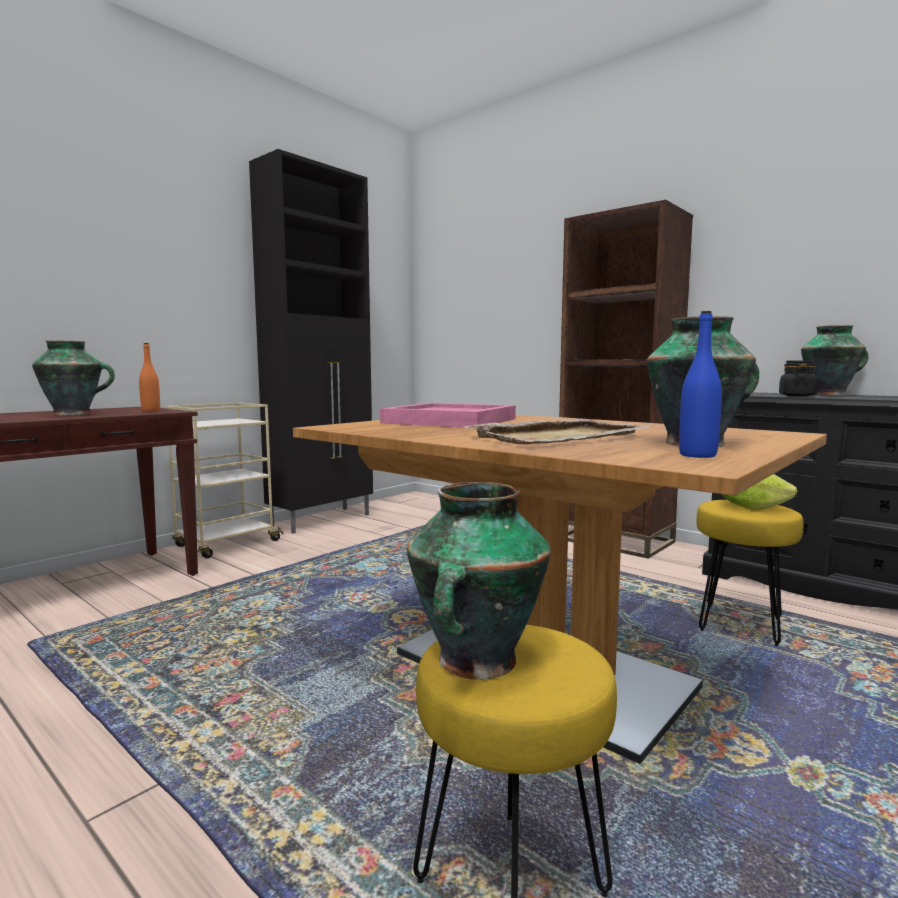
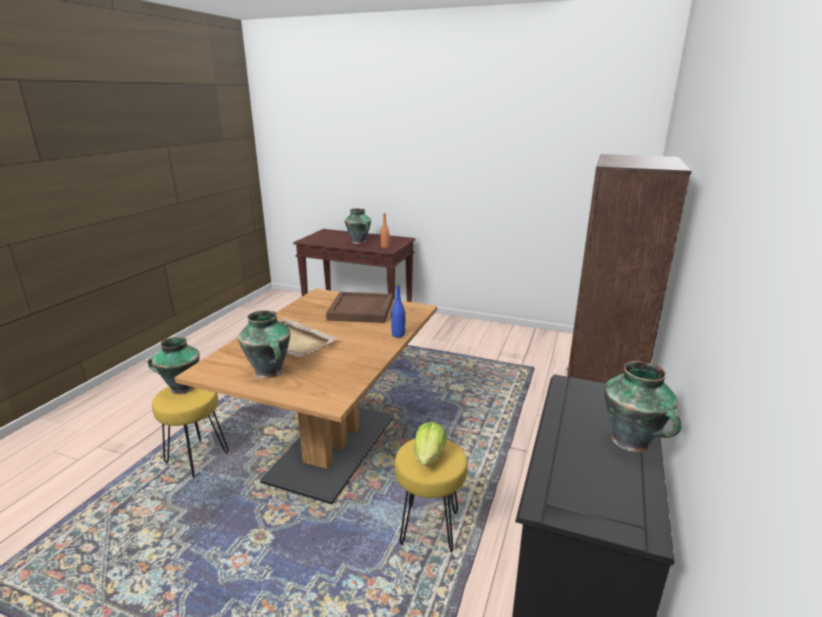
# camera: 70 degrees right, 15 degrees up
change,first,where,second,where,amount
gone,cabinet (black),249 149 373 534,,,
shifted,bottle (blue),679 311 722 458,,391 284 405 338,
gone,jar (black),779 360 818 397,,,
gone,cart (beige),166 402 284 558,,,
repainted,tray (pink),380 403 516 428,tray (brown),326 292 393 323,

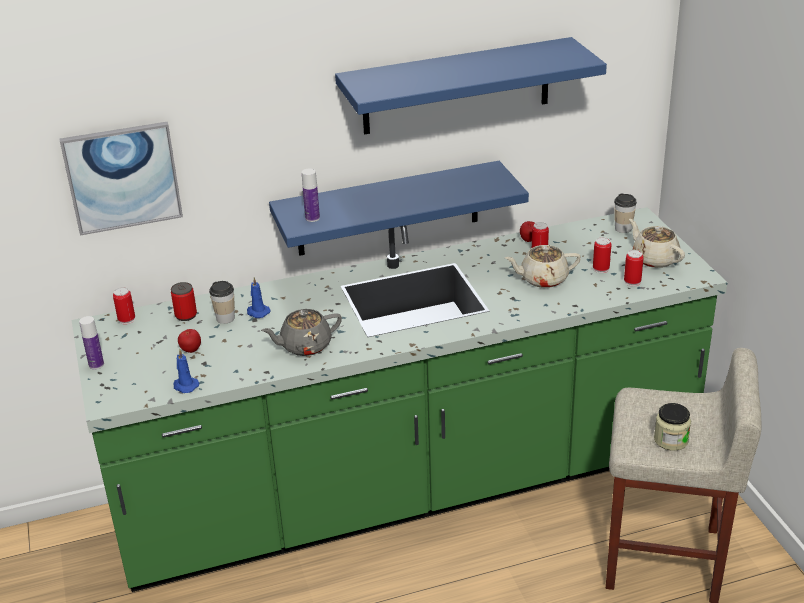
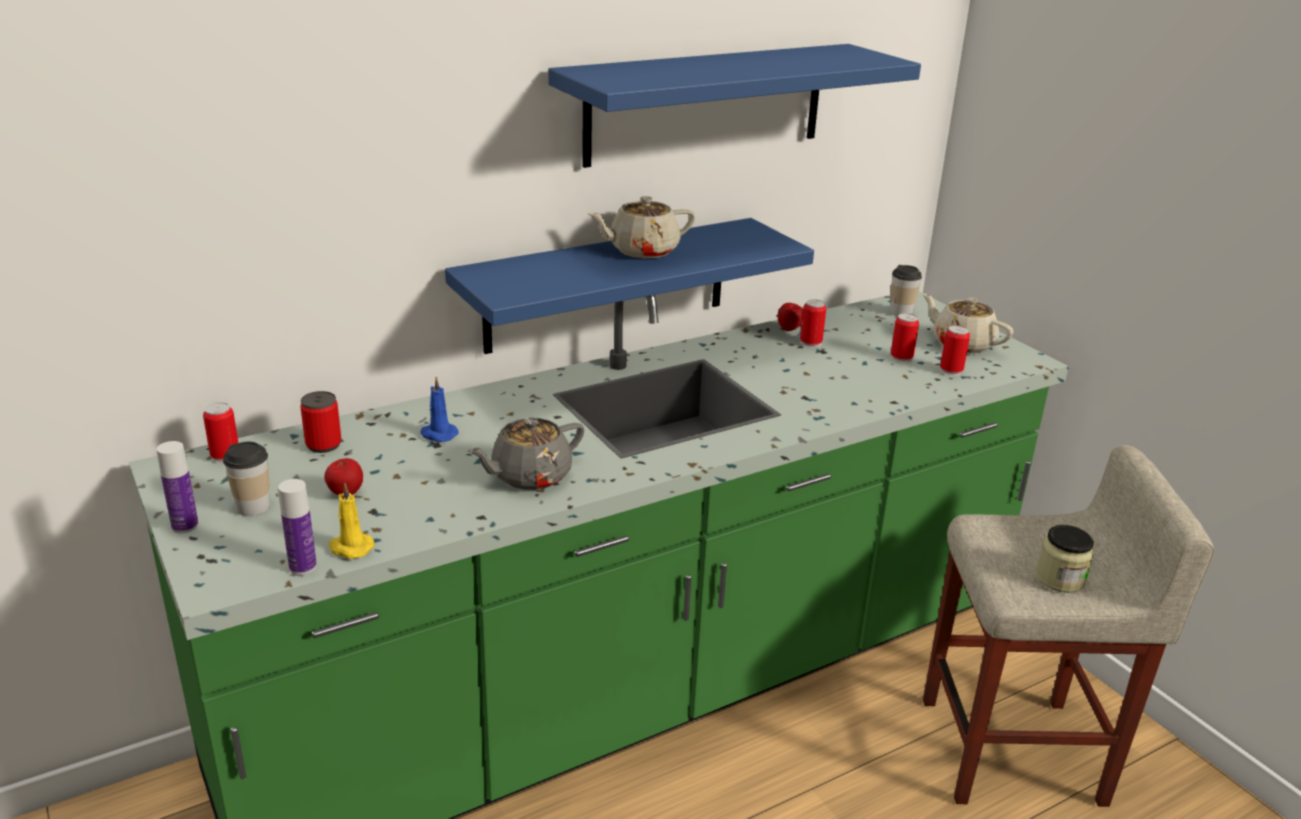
# camera: 15 degrees left, 5 degrees down
change,first,where,second,where,amount
gone,picture,59 122 183 236,,,
shifted,bottle,302 169 320 222,,278 479 317 575,
shifted,teapot (beige),505 245 581 288,,588 196 695 258,
shifted,cup,209 281 235 324,,223 442 270 516,
repainted,candle (blue),173 349 199 393,candle (yellow),329 483 374 559,

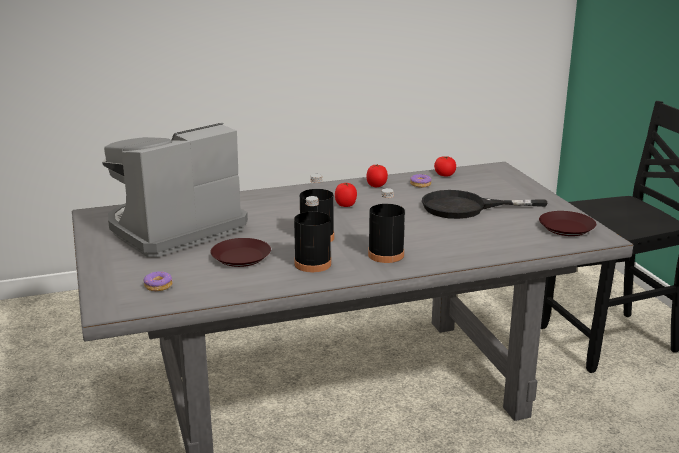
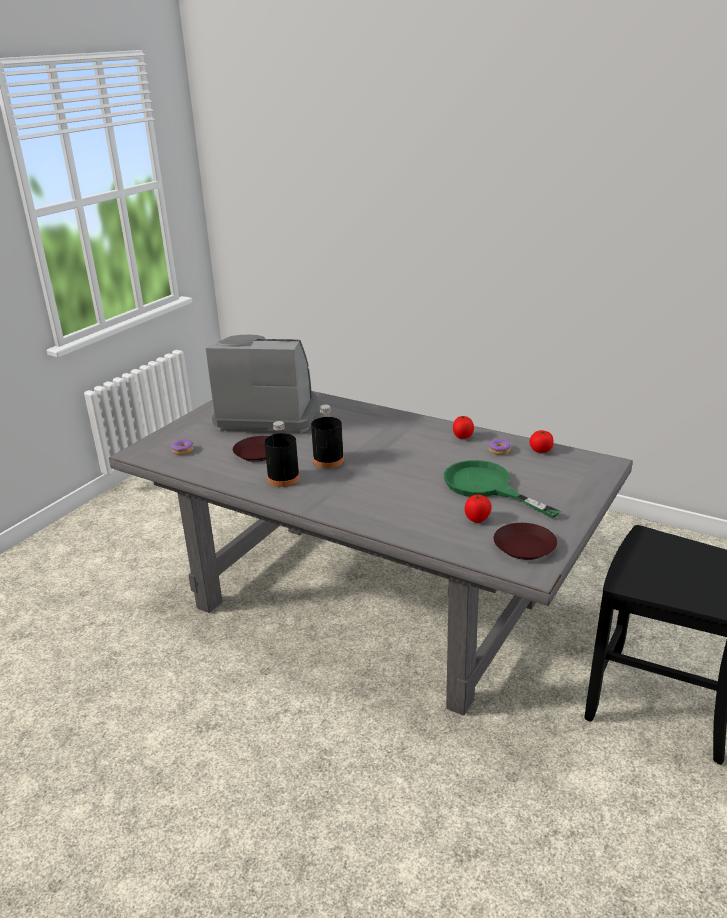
# camera: 50 degrees right, 5 degrees up
change,first,where,second,where,amount
shifted,tomato,335 183 357 207,,465 495 492 523,
gone,bottle (black),368 188 405 263,,,
repainted,frying pan (black),422 190 547 219,frying pan (green),444 460 560 518,

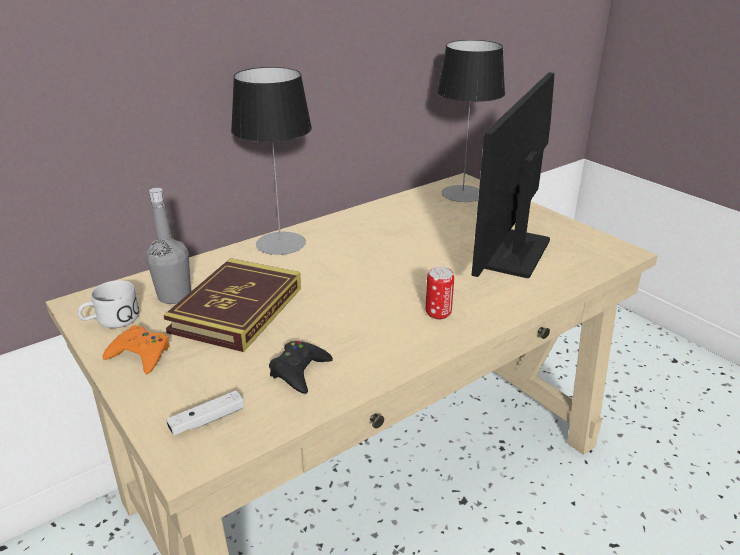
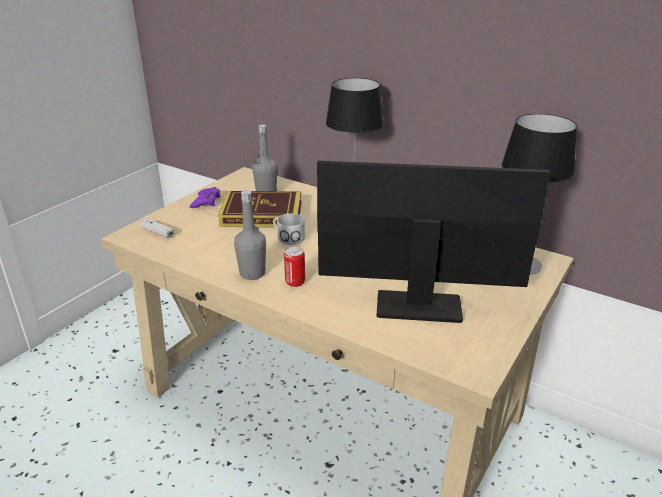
# camera: 70 degrees right, 0 degrees up
change,first,where,second,where,amount
shifted,mug (white),77 280 140 328,,273 213 305 245,
repainted,game controller (orange),103 325 170 374,game controller (purple),190 187 221 208,
gone,game controller (black),269 341 333 394,,,
new,,,bottle (grey),234 190 266 280,

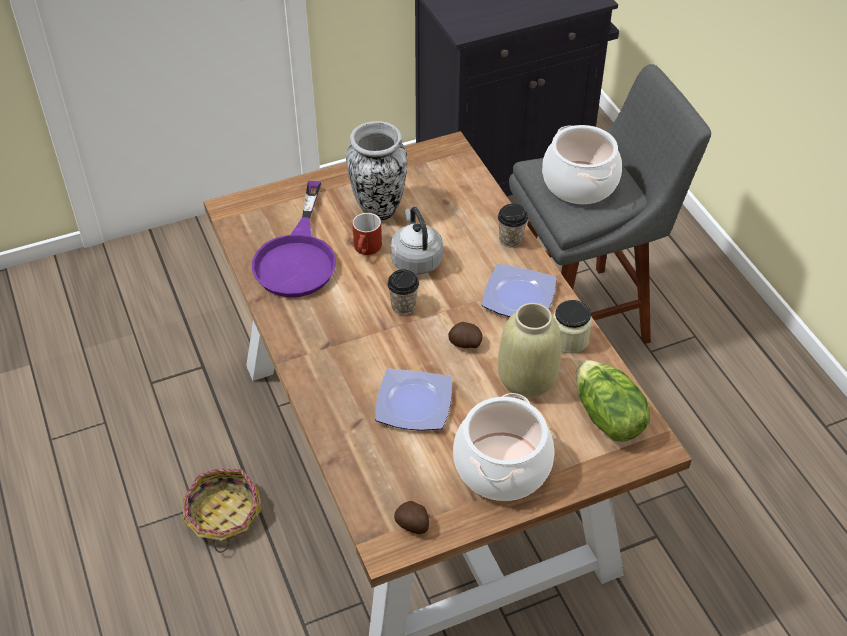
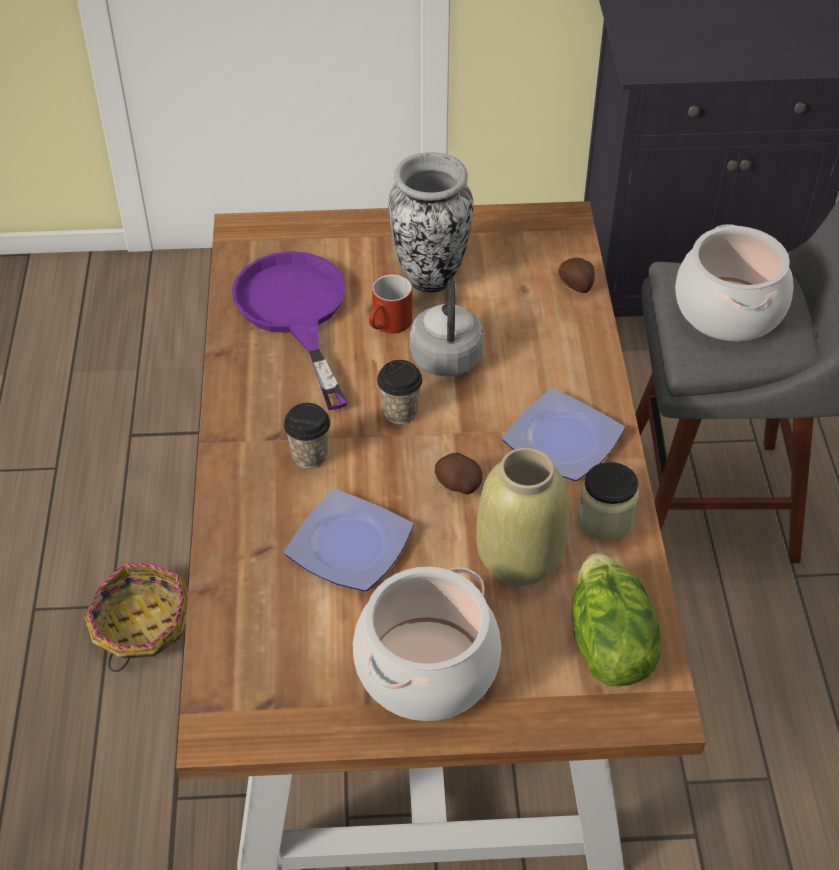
# camera: 20 degrees right, 0 degrees up
change,first,where,second,where,amount
rotated,frying pan (purple),252 181 336 297,,232 251 348 410,135 degrees clockwise
shifted,cup,498 204 528 248,,284 403 330 469,
shifted,potato,394 501 429 534,,558 258 595 293,

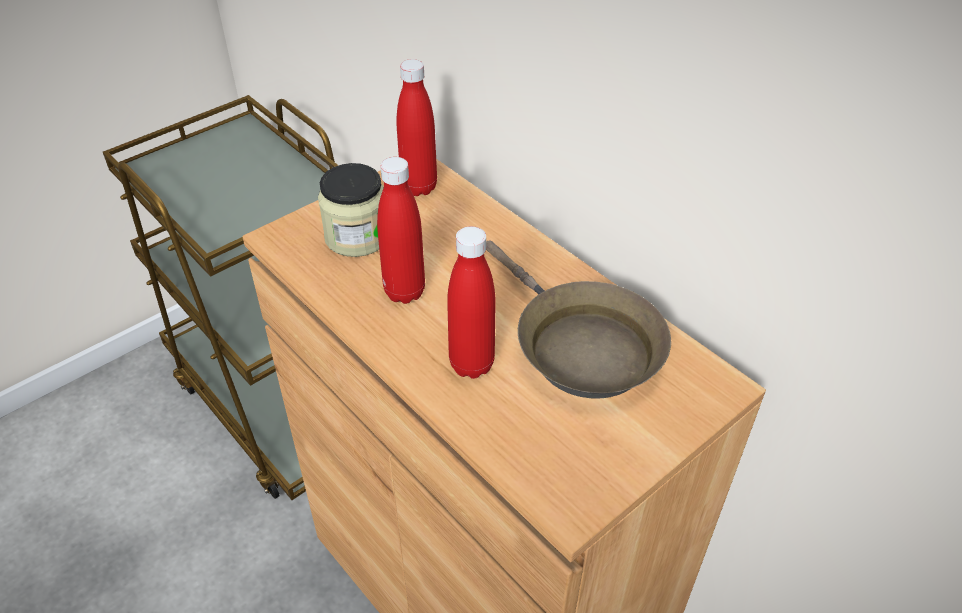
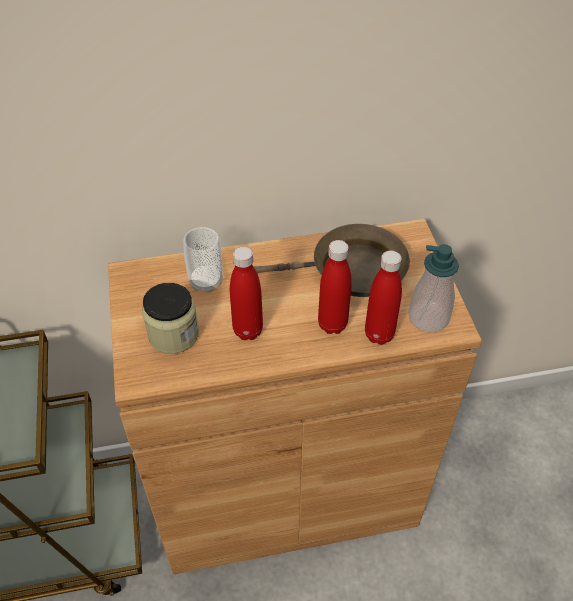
# camera: 60 degrees left, 5 degrees up
change,first,where,second,where,amount
shifted,bottle (red),396 59 437 196,,365 250 402 345,
new,,,cup,183 227 223 293,
new,,,soap dispenser,408 244 459 332,

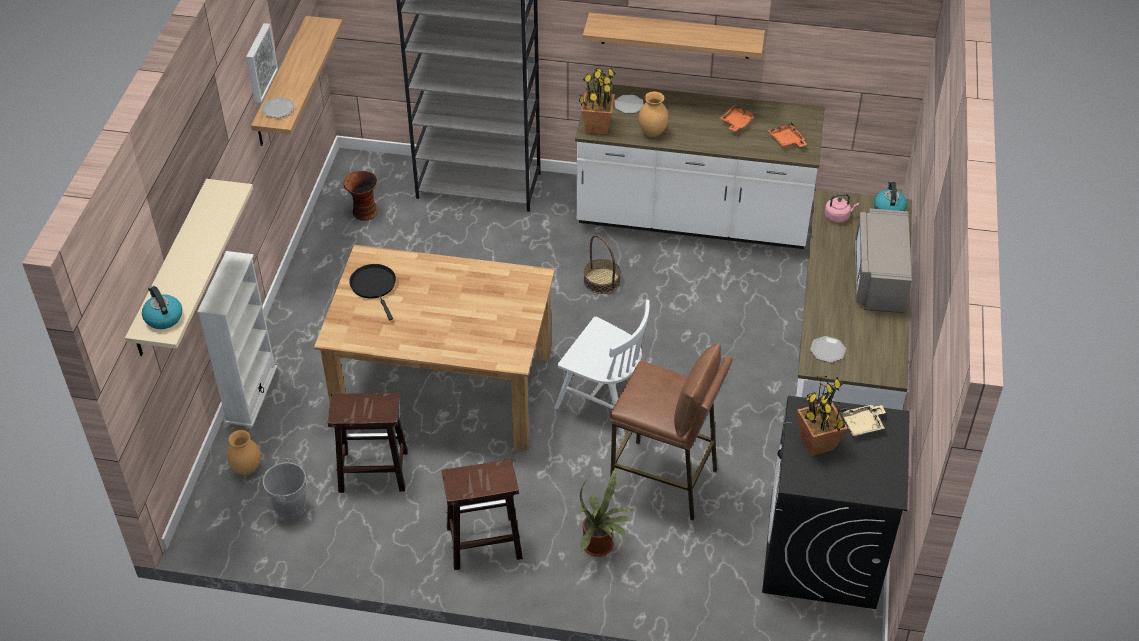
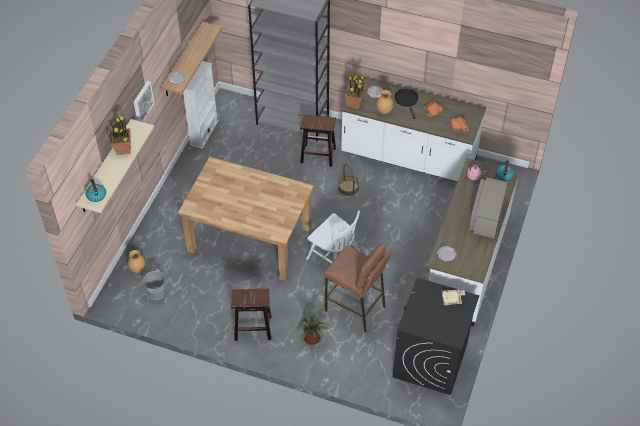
# camera: 10 degrees right, 5 degrees up
change,first,where,second,where,amount
gone,shelf,583 12 765 59,,,
shifted,picture,246 23 278 103,,134 81 155 122,
gone,vase,343 171 378 221,,,
shifted,bookcase (white),197 251 277 427,,183 61 219 149,
shifted,frying pan (black),349 264 396 320,,394 89 418 119,
shifted,potted plant,797 376 848 456,,107 114 131 155,
shifted,stool (brown),328 392 408 493,,300 114 336 167,

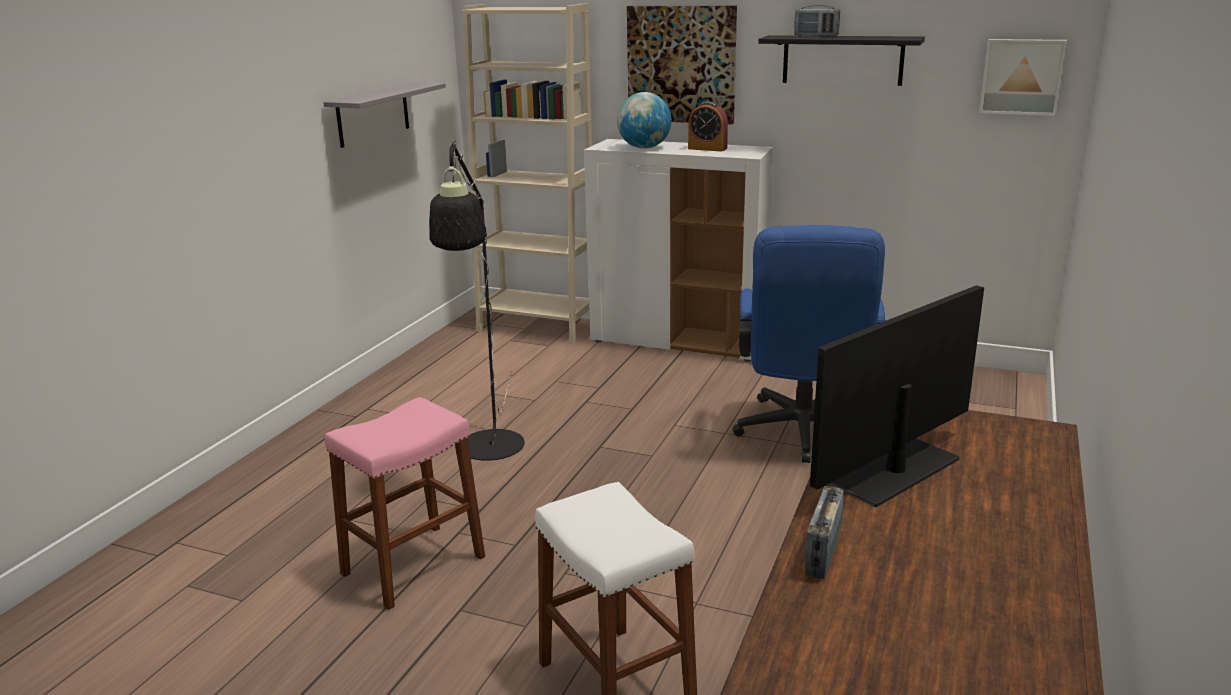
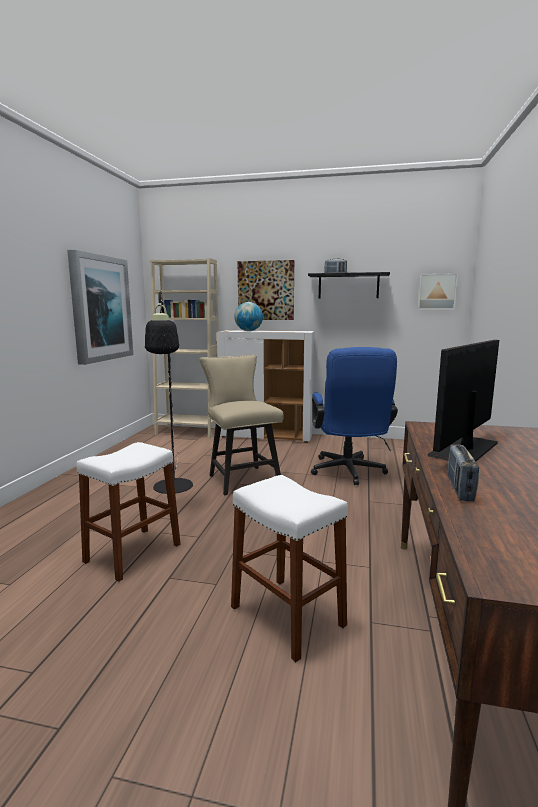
# camera: 10 degrees left, 10 degrees down
change,first,where,second,where,amount
swapped,shelf (grey),323 82 446 148,picture,67 250 133 365,
gone,alarm clock,688 102 728 152,,,
repainted,stool (pink),325 397 485 610,stool (white),76 442 181 582,
new,,,chair (beige),200 355 284 495,

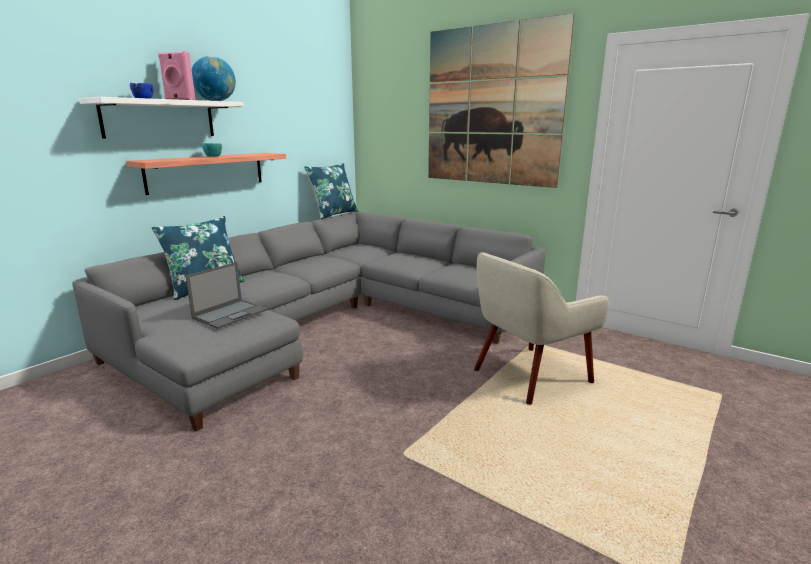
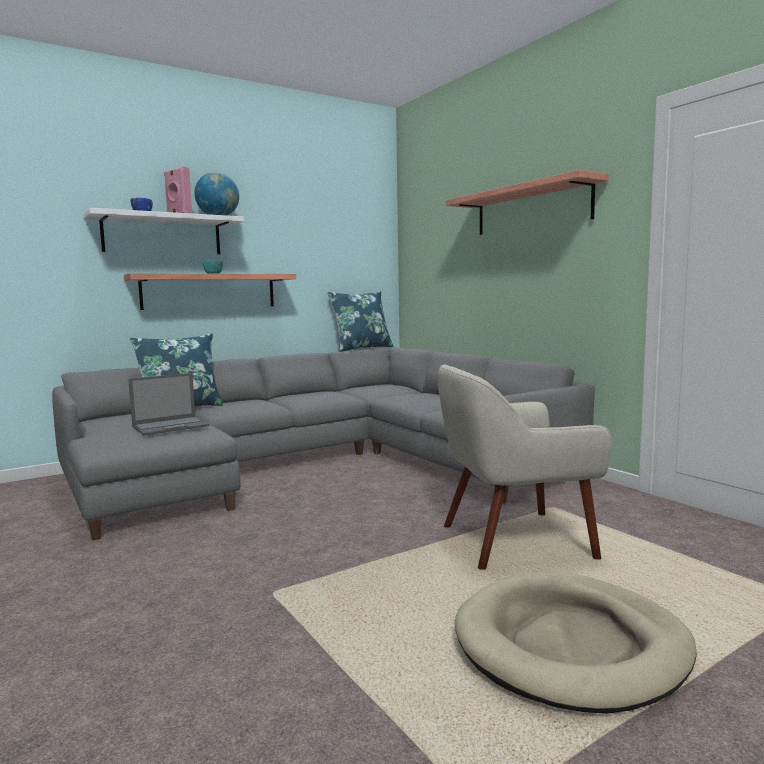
# camera: 20 degrees right, 10 degrees down
change,first,where,second,where,amount
swapped,picture,428 13 575 188,shelf,446 170 609 235,
new,,,dog bed (beige),455 571 697 714,

